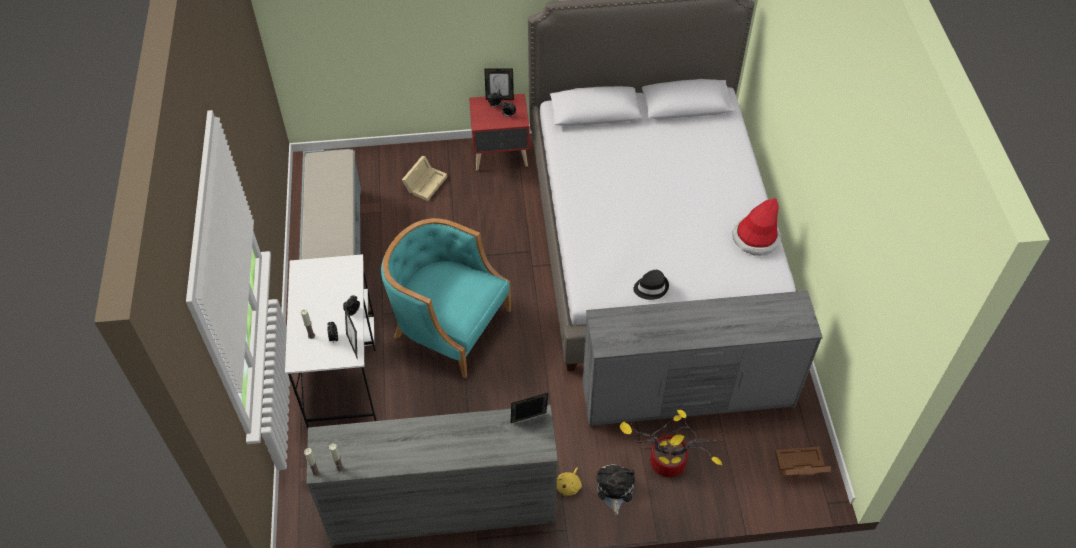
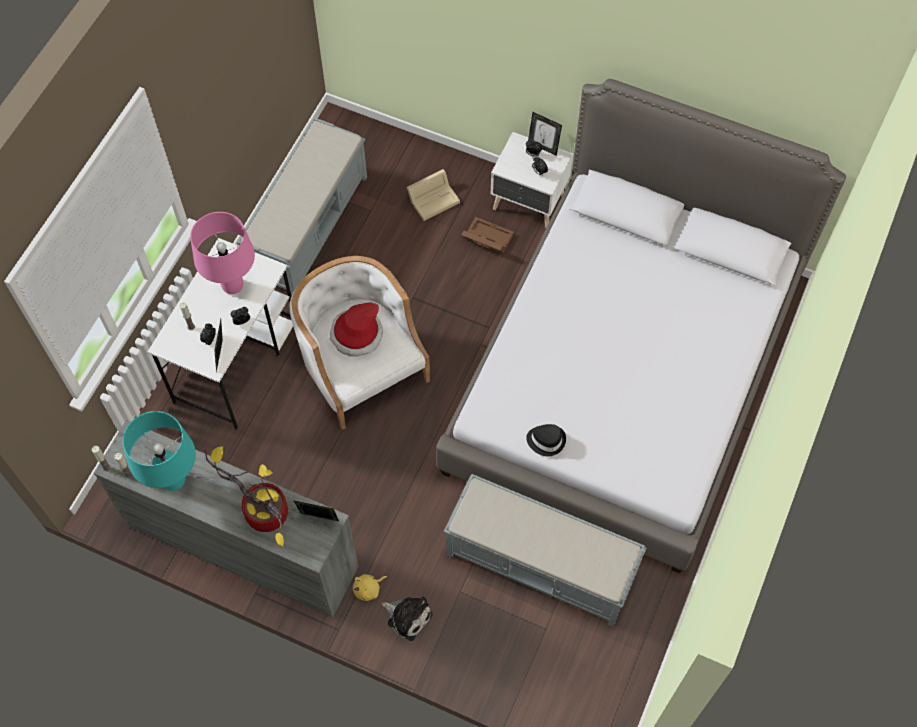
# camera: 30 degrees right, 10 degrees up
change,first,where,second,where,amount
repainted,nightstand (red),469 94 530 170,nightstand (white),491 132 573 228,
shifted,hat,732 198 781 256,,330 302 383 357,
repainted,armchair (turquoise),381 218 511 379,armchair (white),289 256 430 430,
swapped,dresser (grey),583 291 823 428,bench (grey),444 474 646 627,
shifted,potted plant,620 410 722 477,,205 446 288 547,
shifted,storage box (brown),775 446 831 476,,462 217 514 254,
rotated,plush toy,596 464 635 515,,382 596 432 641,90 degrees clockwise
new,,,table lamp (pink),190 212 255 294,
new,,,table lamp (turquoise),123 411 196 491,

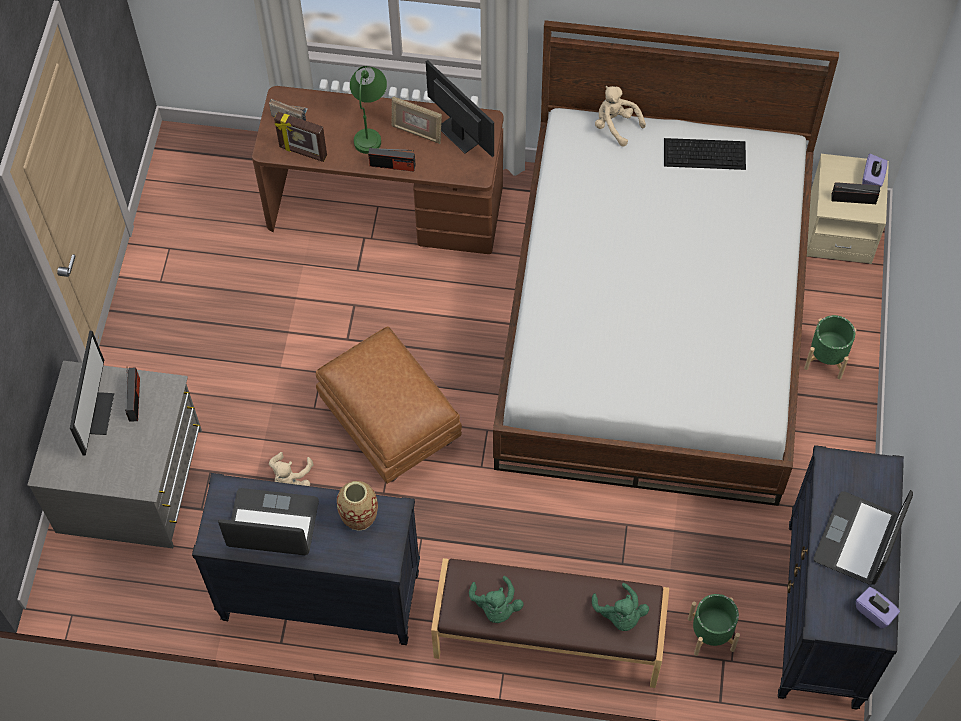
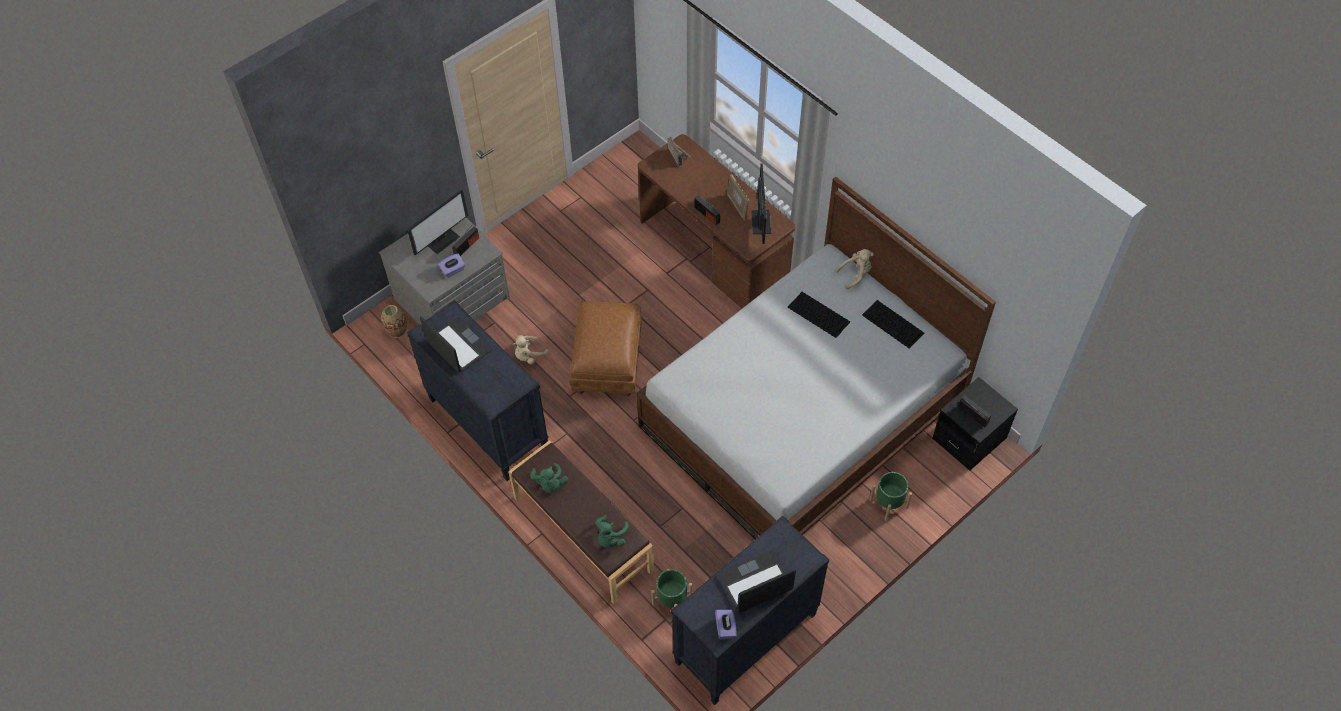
# camera: 40 degrees right, 5 degrees down
change,first,where,second,where,amount
gone,table lamp (green),350 66 387 154,,,
rotated,plush toy (beige),595 86 646 147,,836 249 874 289,75 degrees clockwise
gone,picture frame,274 112 327 162,,,
repainted,nightstand (beige),807 154 889 264,nightstand (black),932 377 1018 471,
shifted,tissue box (purple),862 154 888 187,,438 253 465 278,
shifted,vase,337 481 378 531,,381 305 407 338,
rotated,plush toy (green),469 576 523 623,,530 463 568 493,45 degrees counterclockwise
new,,,keyboard,787 292 850 338,

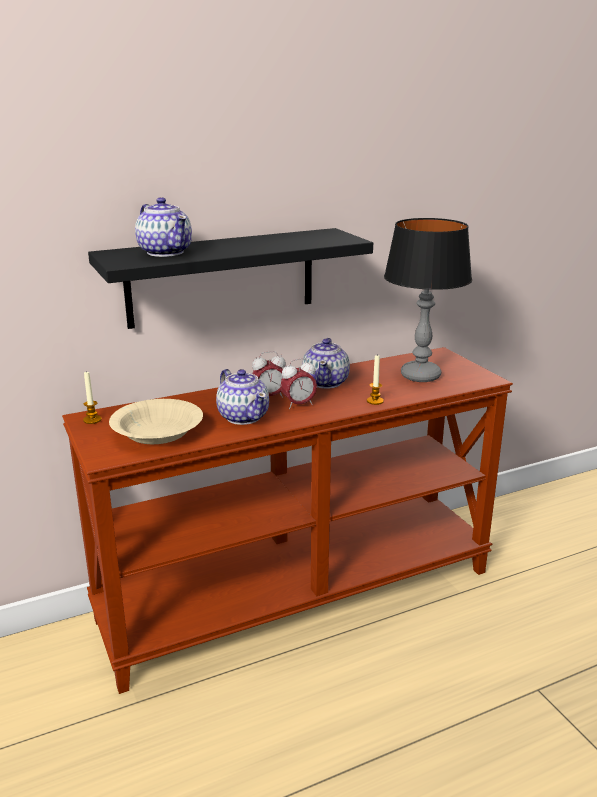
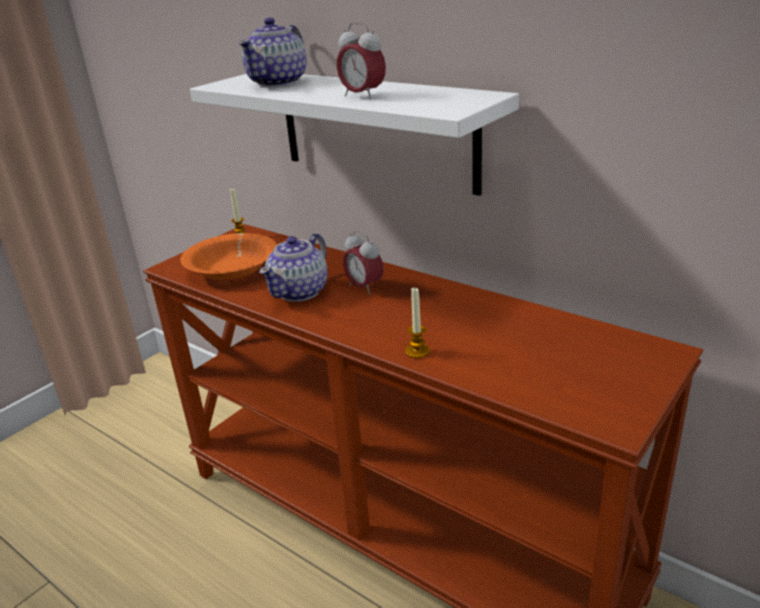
# camera: 65 degrees right, 5 degrees up
change,first,where,second,where,amount
gone,table lamp,384 218 472 382,,,
repainted,shelf (black),88 228 373 329,shelf (white),190 74 519 196,
gone,teapot,302 338 350 389,,,
shifted,alarm clock,281 358 317 409,,337 23 386 100,
repainted,bowl (beige),109 399 203 444,bowl (orange),181 233 277 280,

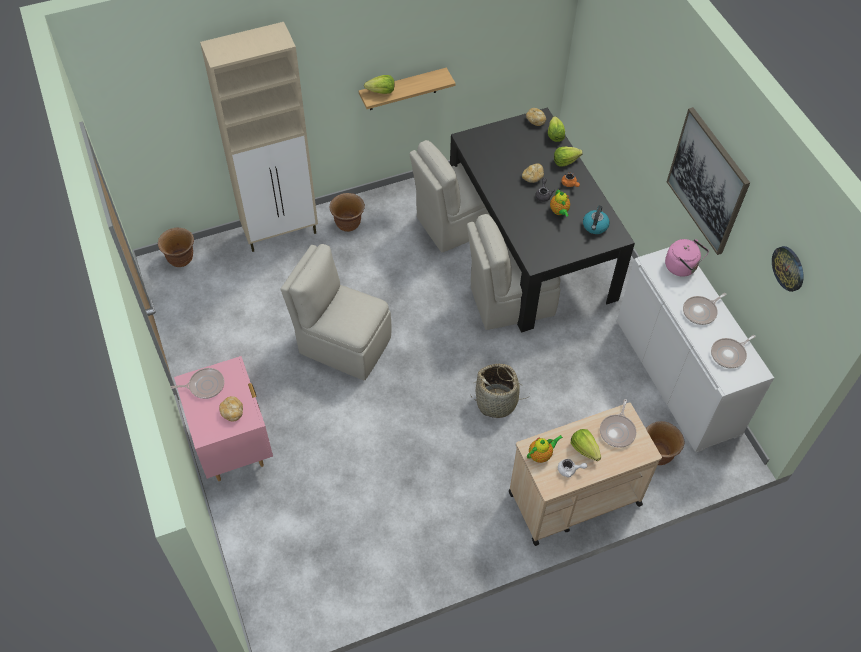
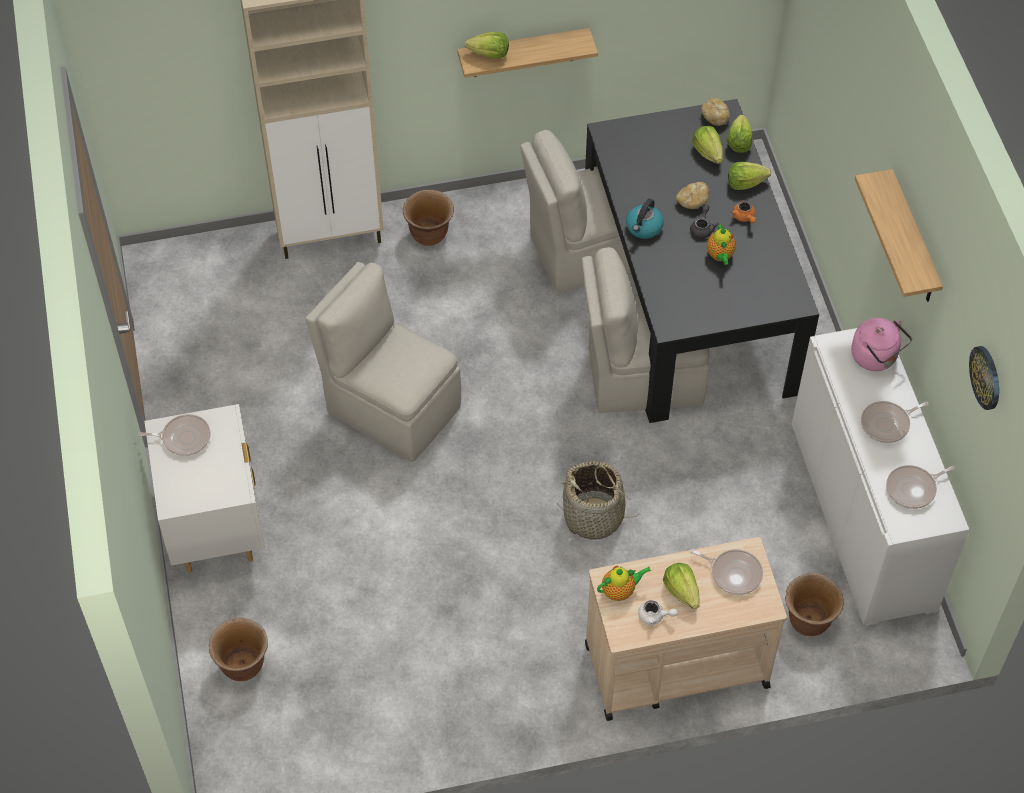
# camera: 10 degrees right, 0 degrees up
change,first,where,second,where,amount
swapped,picture,667 107 750 255,shelf,855 169 943 302,
shifted,kettle,583 205 610 234,,626 198 664 239,
shifted,planter (brown),158 227 194 267,,209 618 268 681,
repainted,nightstand (pink),174 356 273 481,nightstand (white),144 404 265 573,
gone,bread,219 396 243 422,,,
rotated,frying pan,600 399 636 448,,690 549 763 595,90 degrees counterclockwise
new,,,lettuce,692 126 723 164,

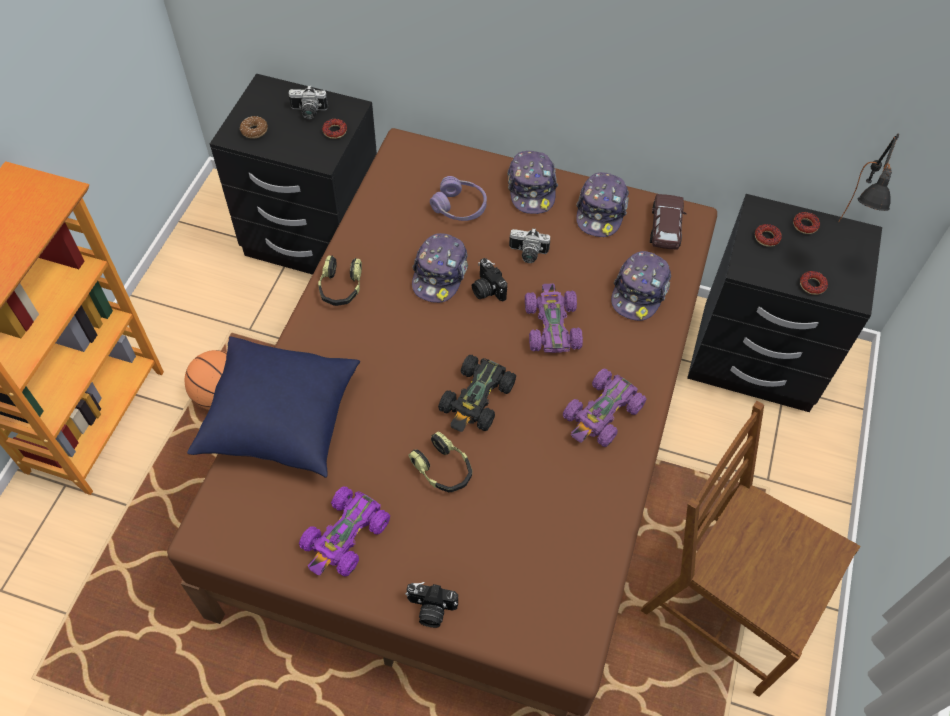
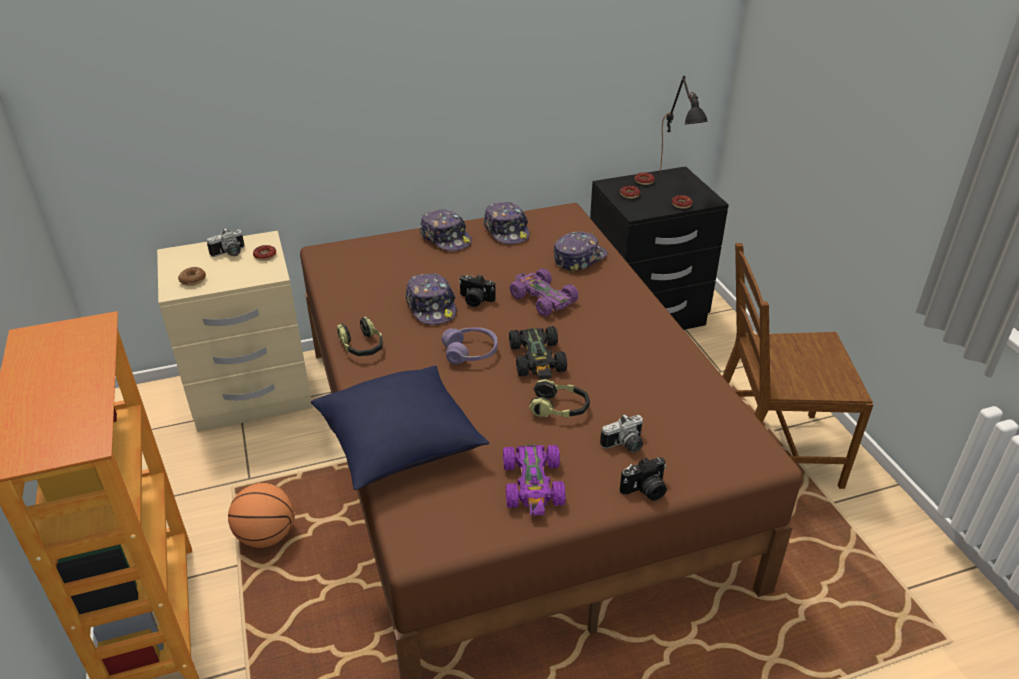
# camera: 35 degrees left, 20 degrees down
change,first,where,second,where,amount
repainted,nightstand (black),210 74 377 275,nightstand (beige),157 231 313 432,
shifted,headphones (purple),430 176 487 221,,442 327 498 364,
gone,toy car (brown),650 194 687 250,,,
shifted,photo camera,509 228 550 263,,600 414 643 452,
rotated,cap,611 251 671 321,,554 232 607 273,120 degrees counterclockwise
gone,toy car (purple),563 369 647 447,,,

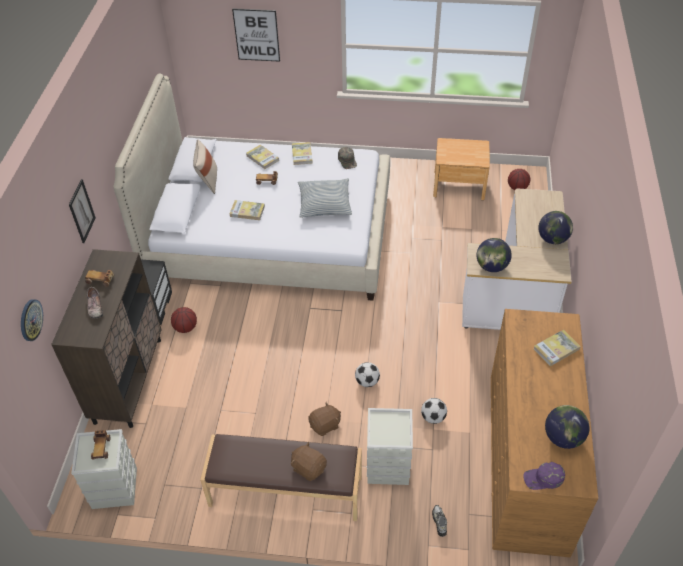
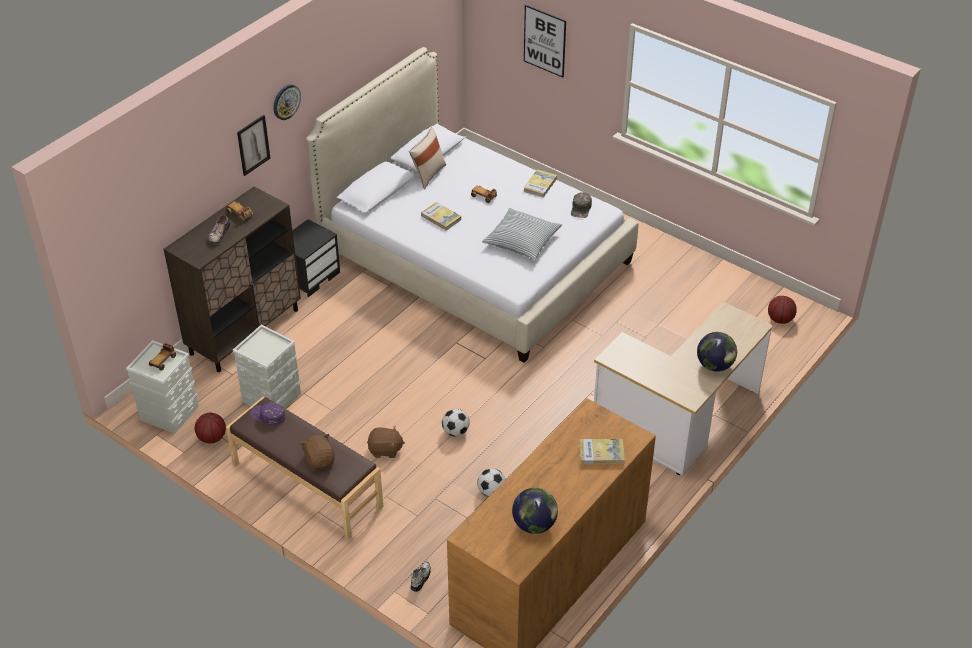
# camera: 30 degrees right, 5 degrees down
change,first,where,second,where,amount
gone,nightstand (brown),433 138 490 200,,,
gone,book,246 145 279 169,,,
gone,globe,477 238 512 272,,,
shifted,wall clock,21 299 43 341,,273 84 301 120,
shifted,basketball,171 307 197 333,,195 413 226 444,
shifted,storage box (grey),367 408 413 485,,233 325 301 408,
shifted,cap (purple),523 462 565 490,,250 403 285 425,

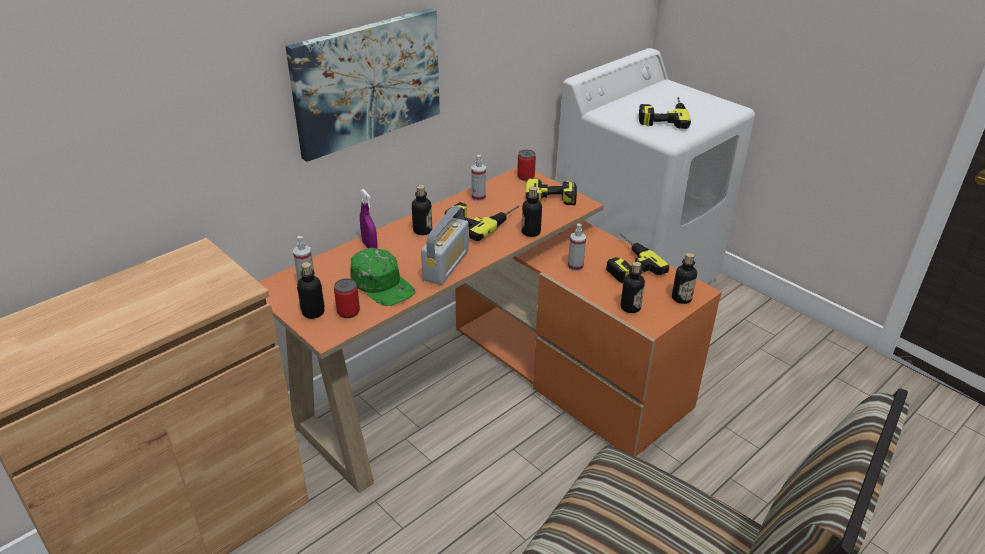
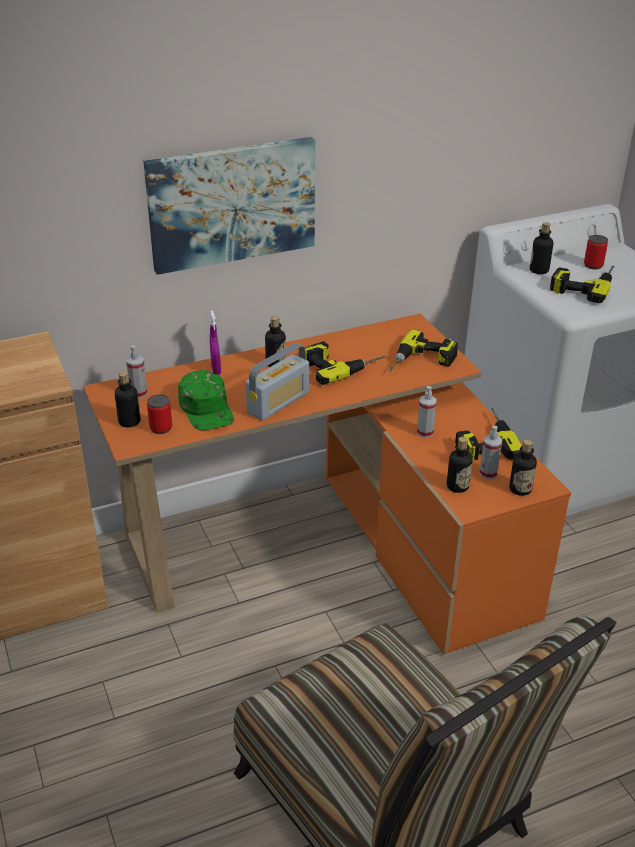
# camera: 20 degrees right, 0 degrees up
change,first,where,second,where,amount
shifted,can,517 150 536 181,,584 235 608 269,
shifted,spray bottle,472 155 486 202,,479 426 502 479,
shifted,bottle,522 187 542 237,,530 222 553 274,

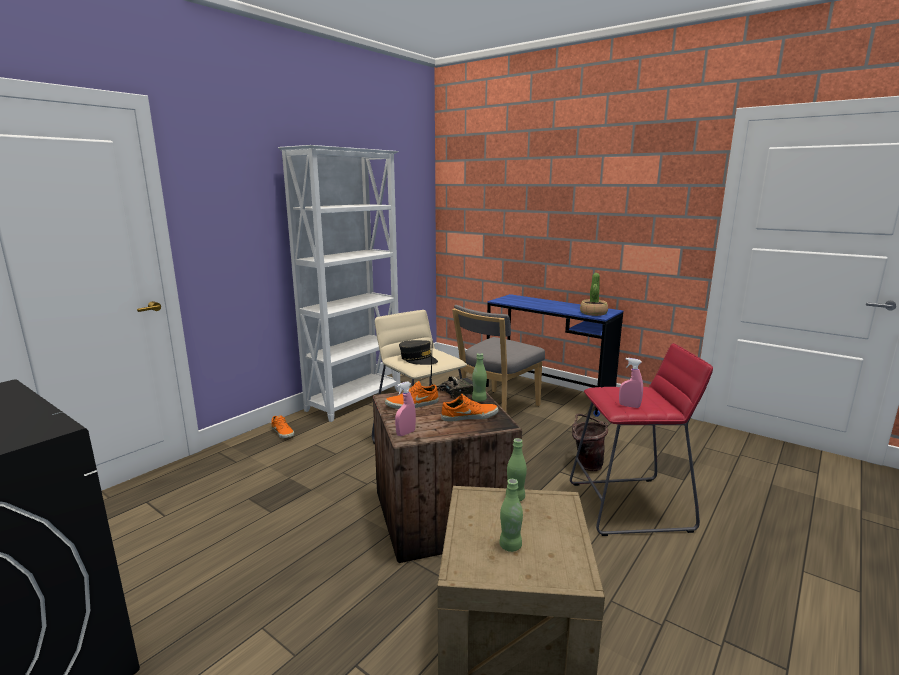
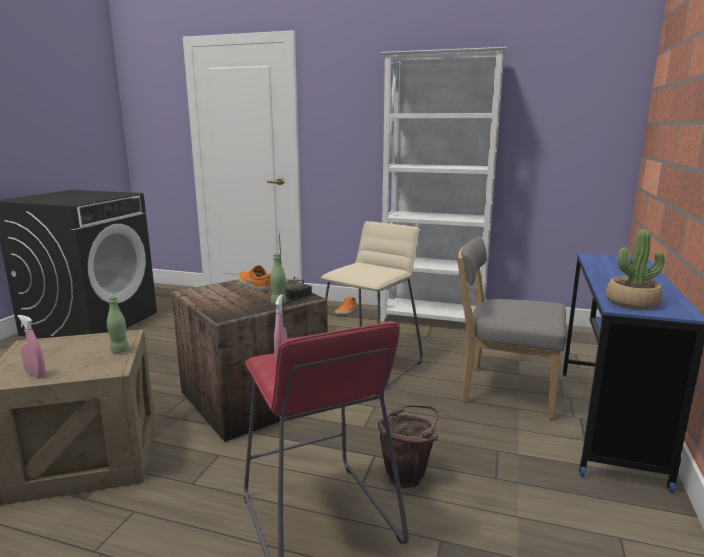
# camera: 70 degrees right, 0 degrees up
change,first,where,second,where,amount
gone,cap (grey),399 340 438 365,,,
shifted,spray bottle (pink),395 381 416 436,,17 315 46 377,
gone,shoe (orange),441 394 499 422,,,
gone,bottle (green),499 479 523 552,,,

